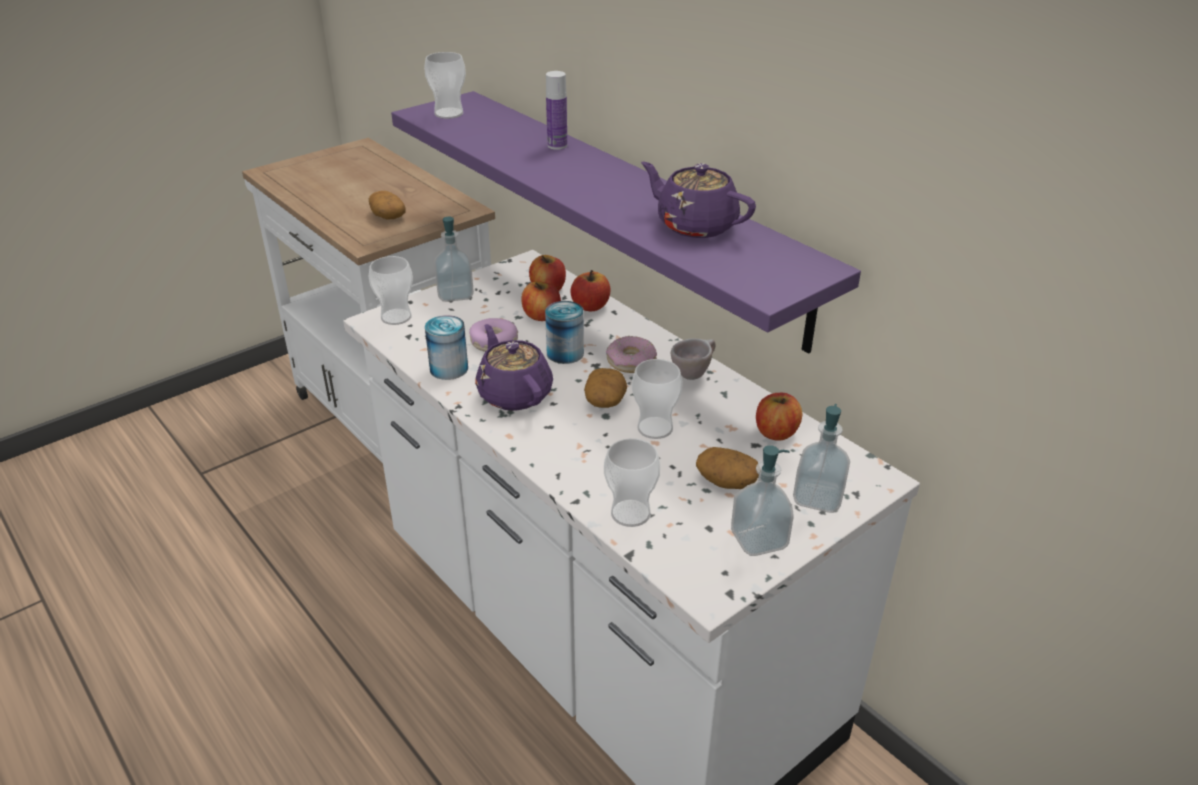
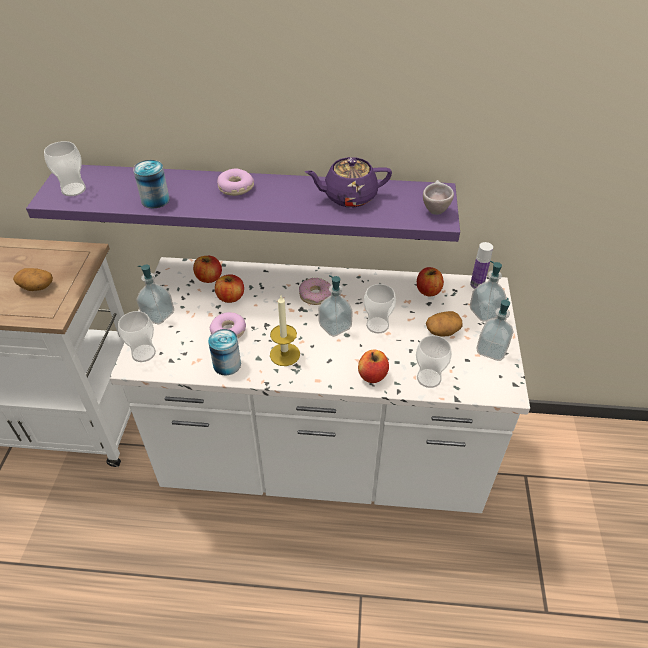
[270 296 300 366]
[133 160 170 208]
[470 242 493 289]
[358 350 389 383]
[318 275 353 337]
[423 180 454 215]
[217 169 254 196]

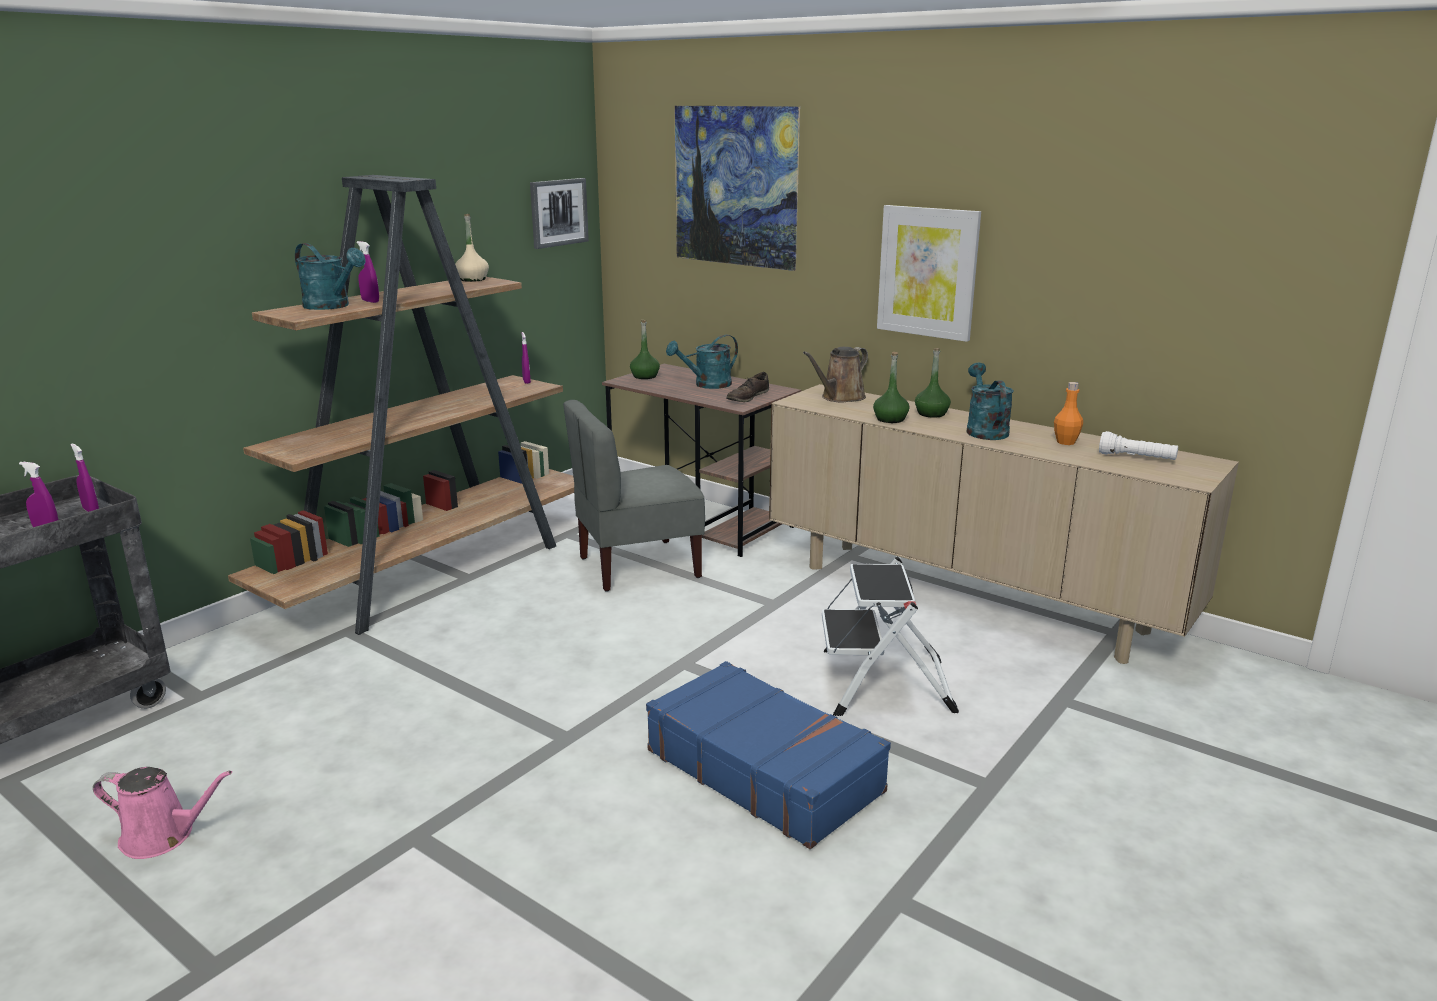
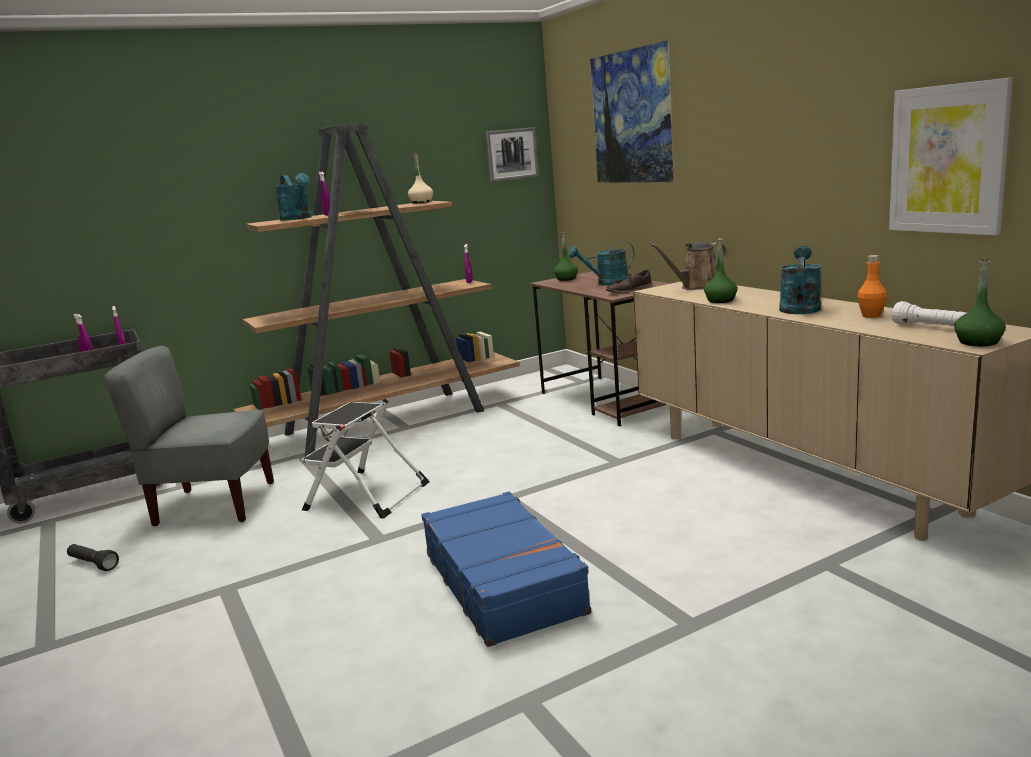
[67 544 119 571]
[103 346 274 526]
[302 399 430 518]
[889 78 1013 236]
[954 258 1006 346]

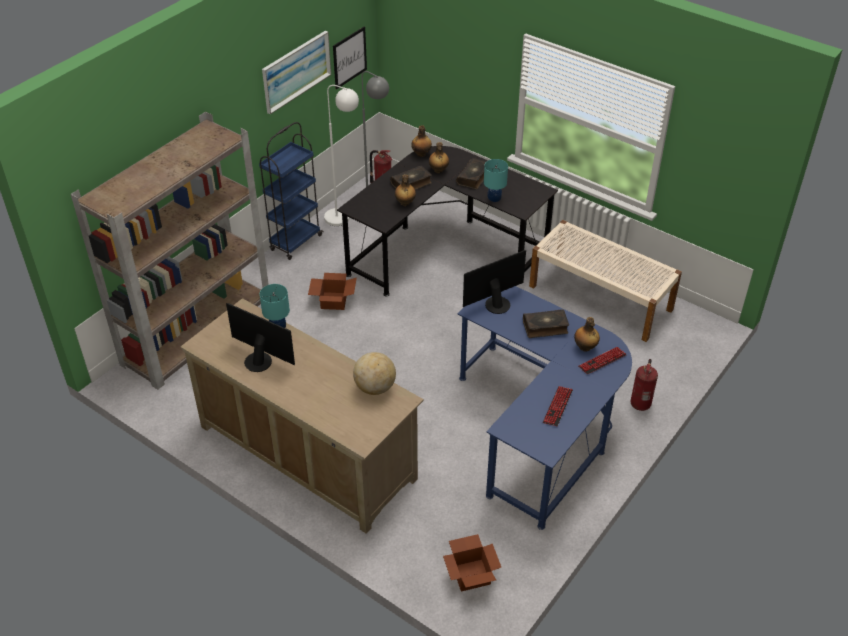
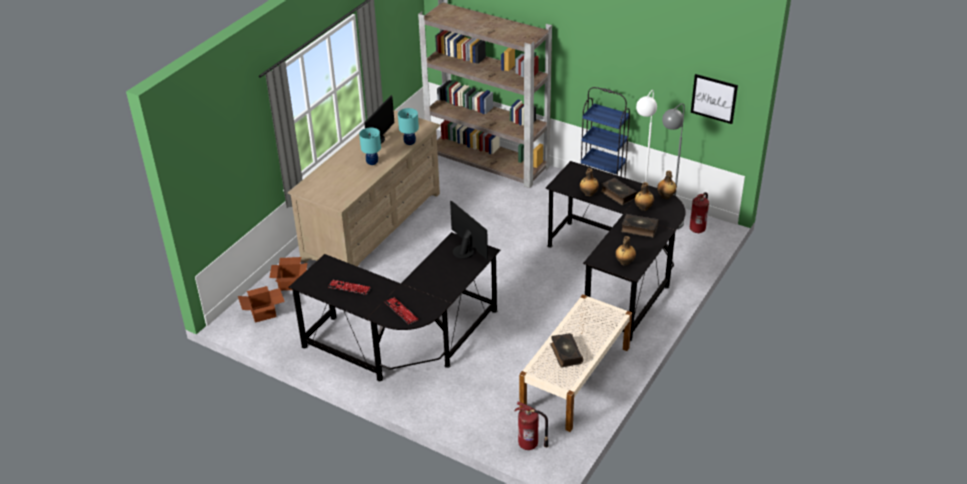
[262 31 331 114] (first image)
[269 257 307 291]
[353 352 396 395] (first image)
[289 232 500 381]
[359 127 381 165]
[550 333 583 367]
[615 236 636 266]
[515 402 549 450]

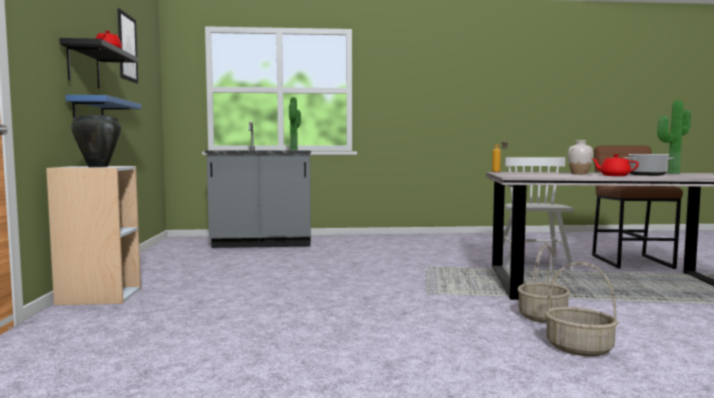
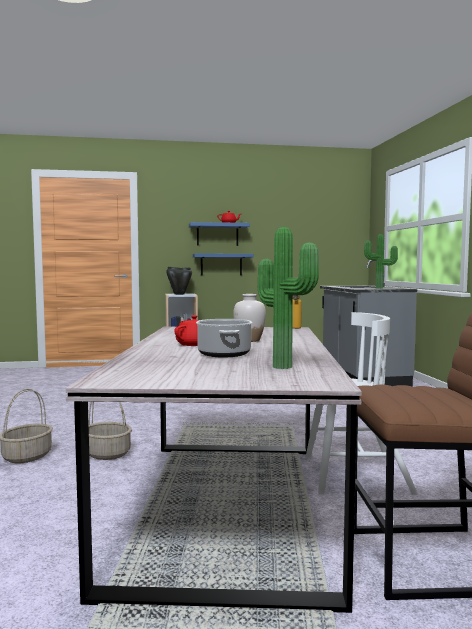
[189 222 250 246]
[118 8 138 84] (first image)

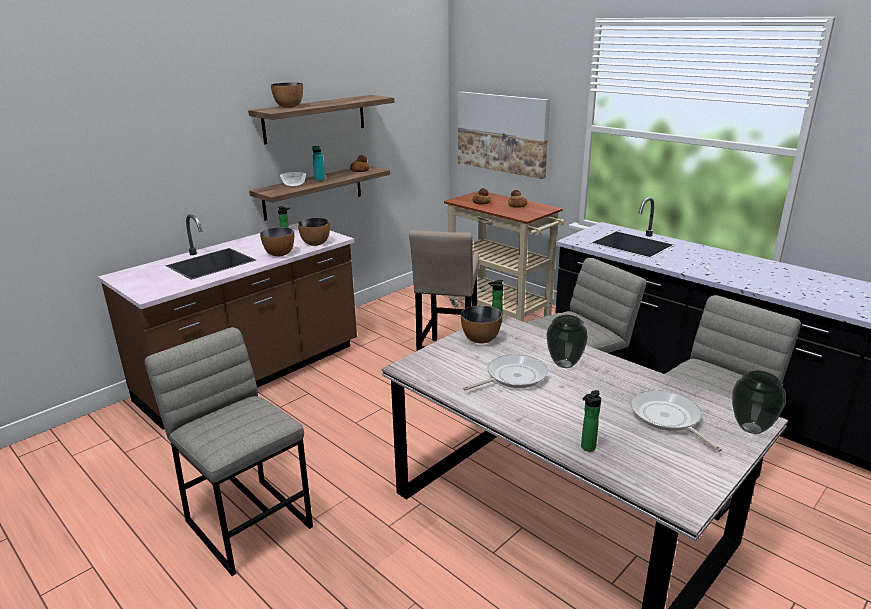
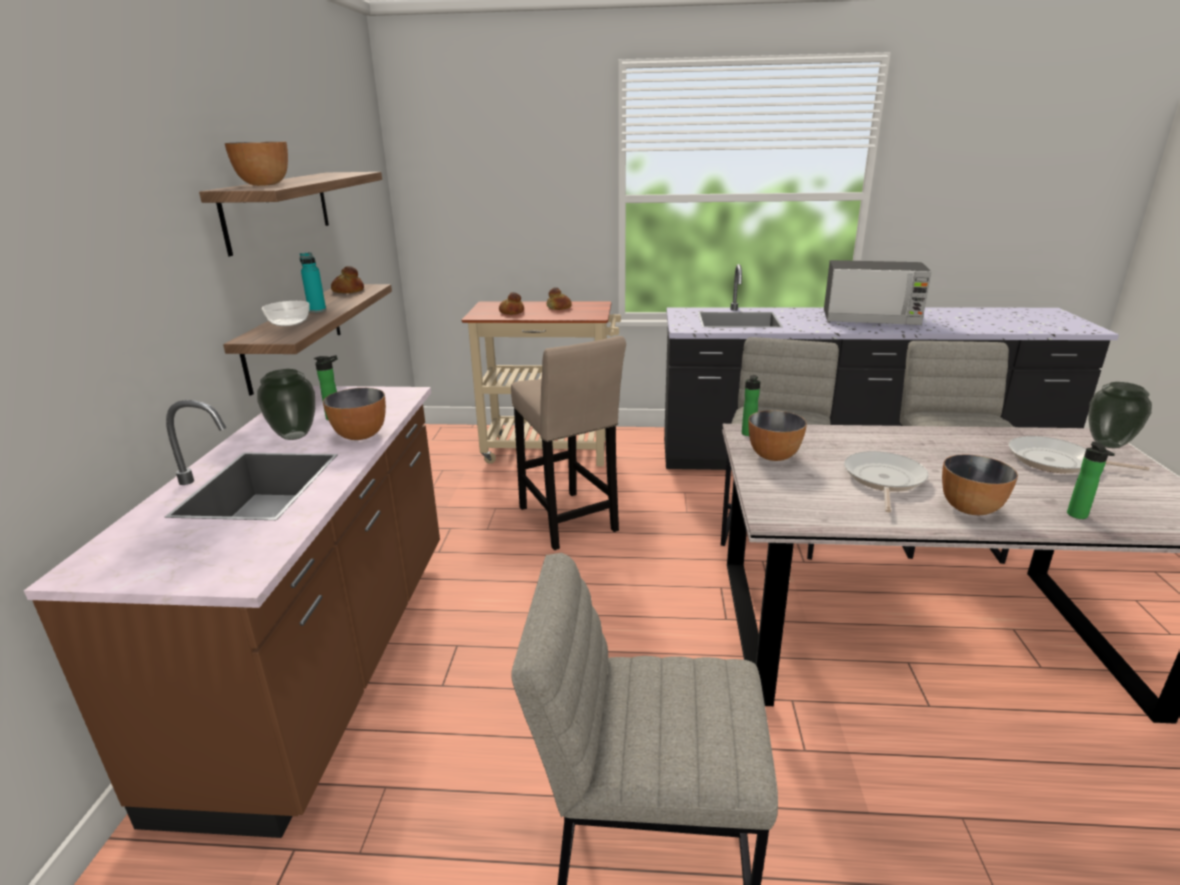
[942 454 1018 515]
[458 91 550 179] (first image)
[257 369 315 440]
[824 260 932 325]

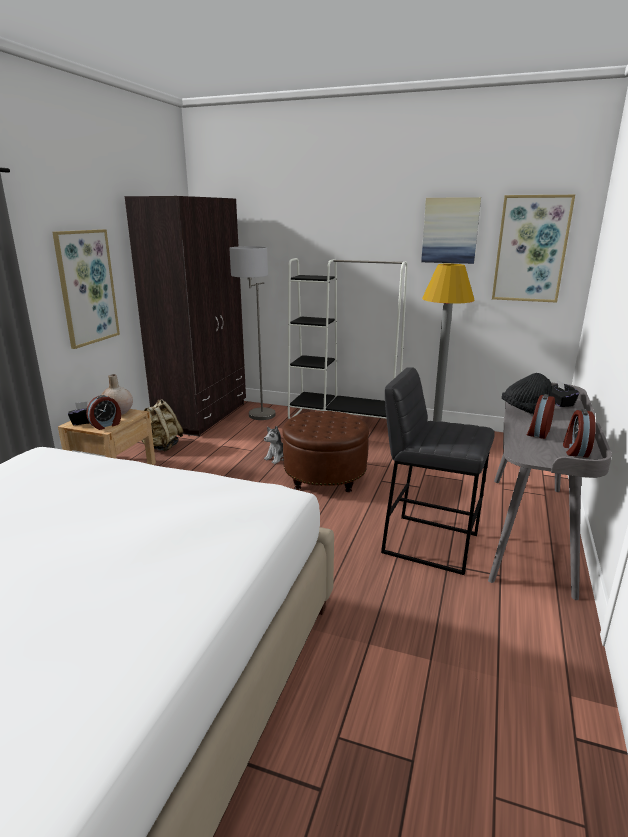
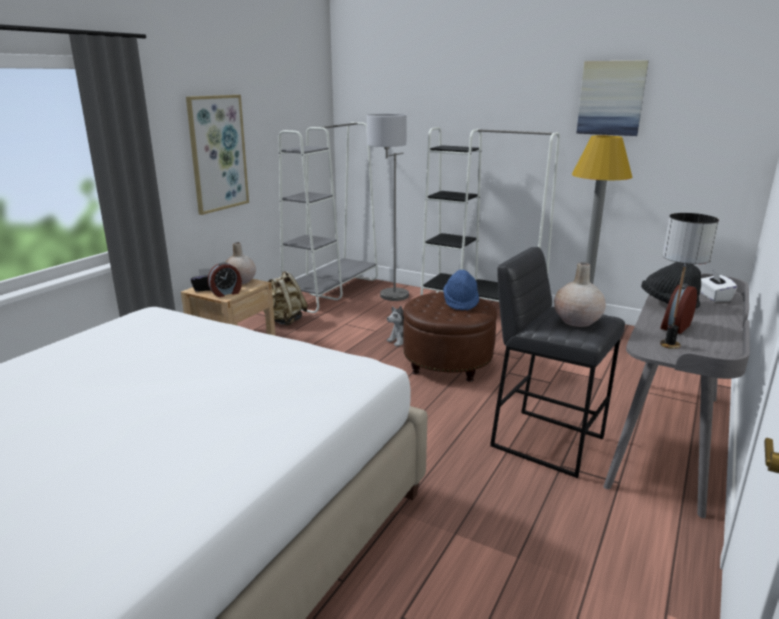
[279 122 378 313]
[492 195 575 303] (first image)
[700 270 737 302]
[563 409 596 457] (first image)
[443 270 479 311]
[554 262 606 327]
[660 213 719 349]

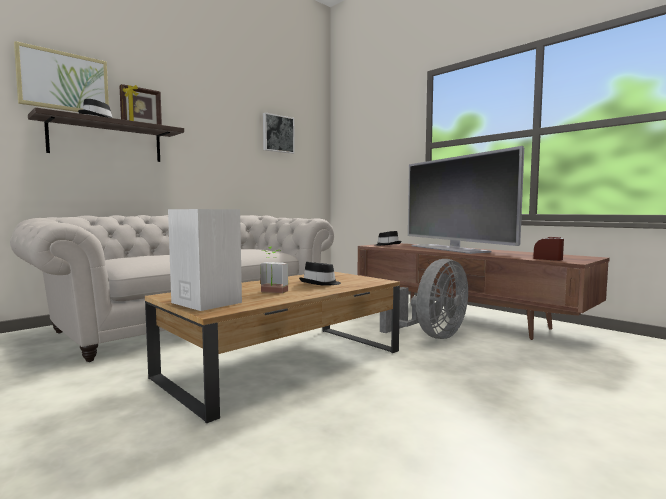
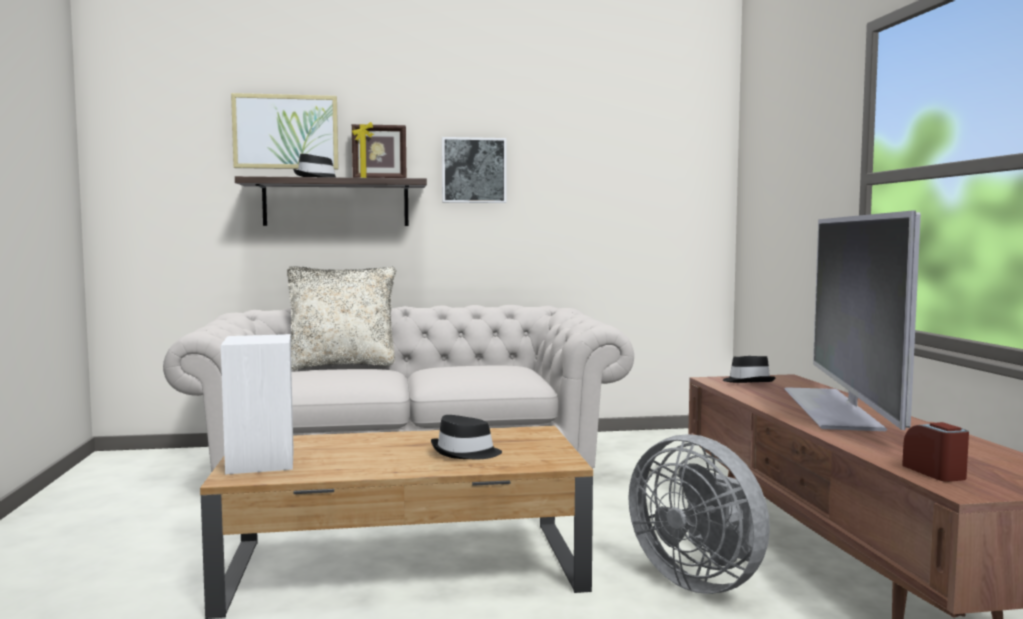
[261 247 288 293] (first image)
[442 137 506 203]
[628 434 770 594]
[287 266 396 370]

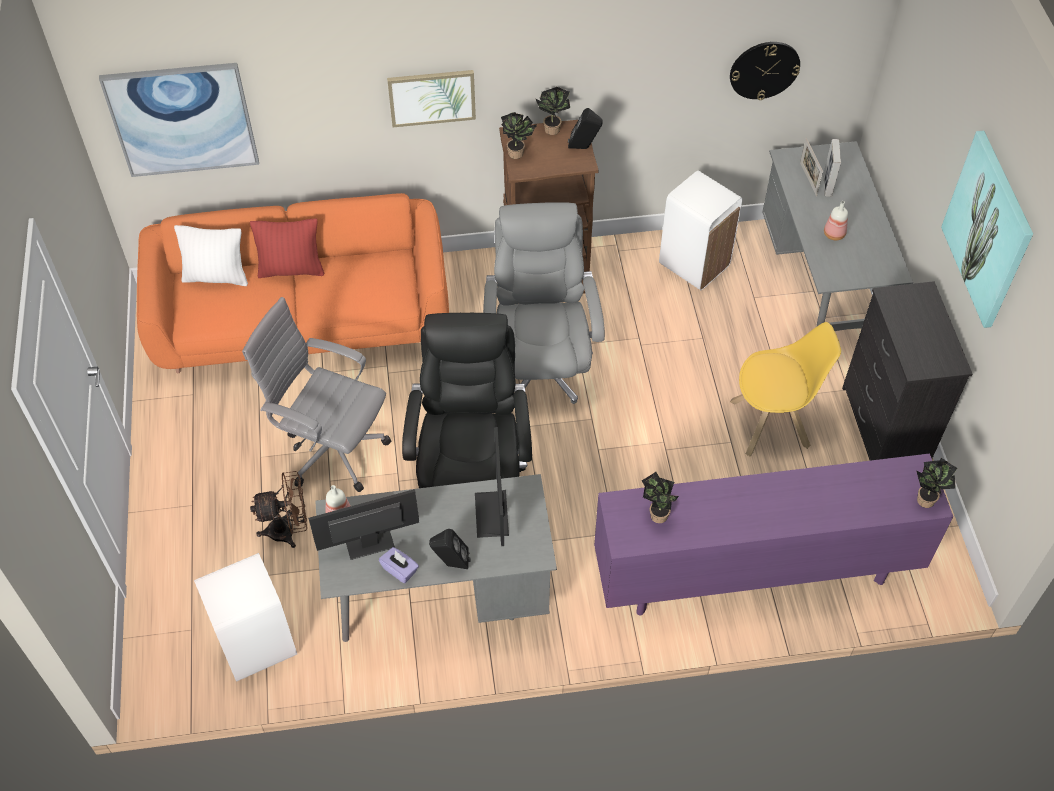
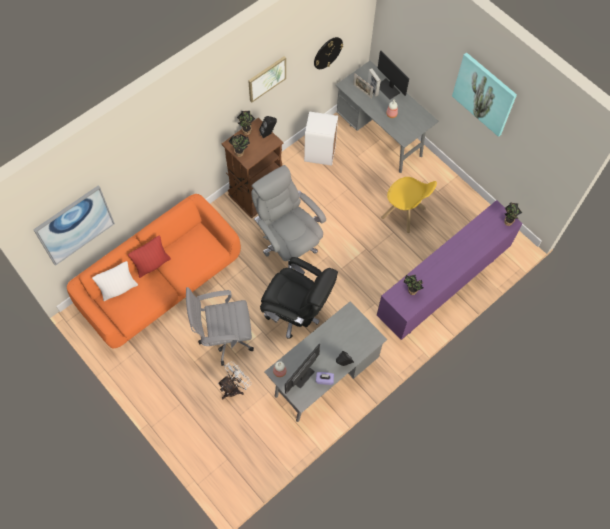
[194 553 297 682] (first image)
[218 361 252 399]
[248 56 286 103]
[260 257 338 339]
[378 51 409 100]
[381 177 437 233]
[842 281 972 461] (first image)

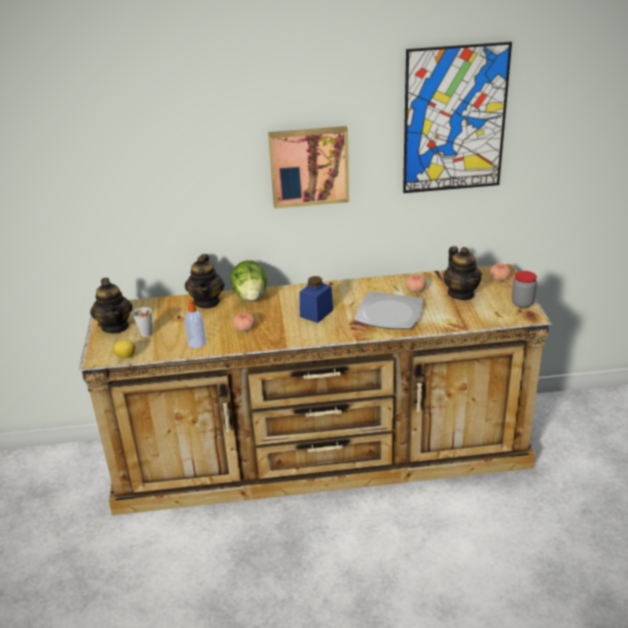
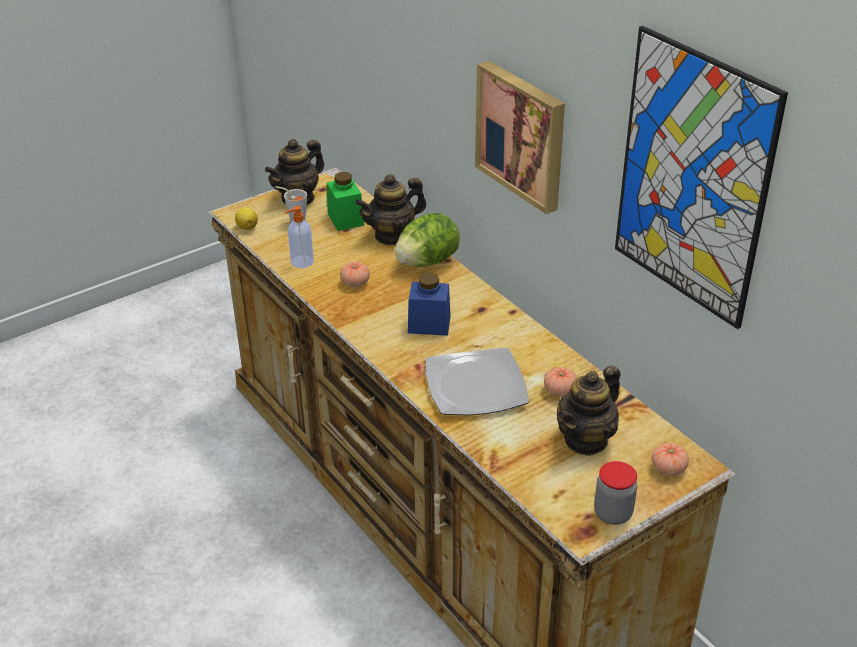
[327 172 364 231]

